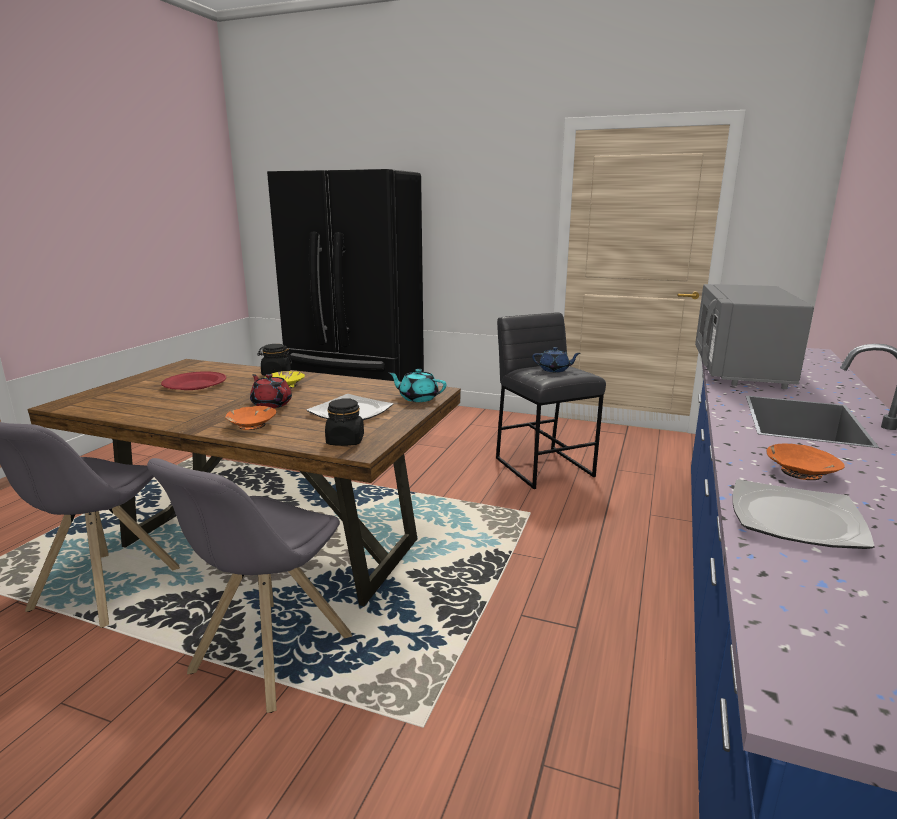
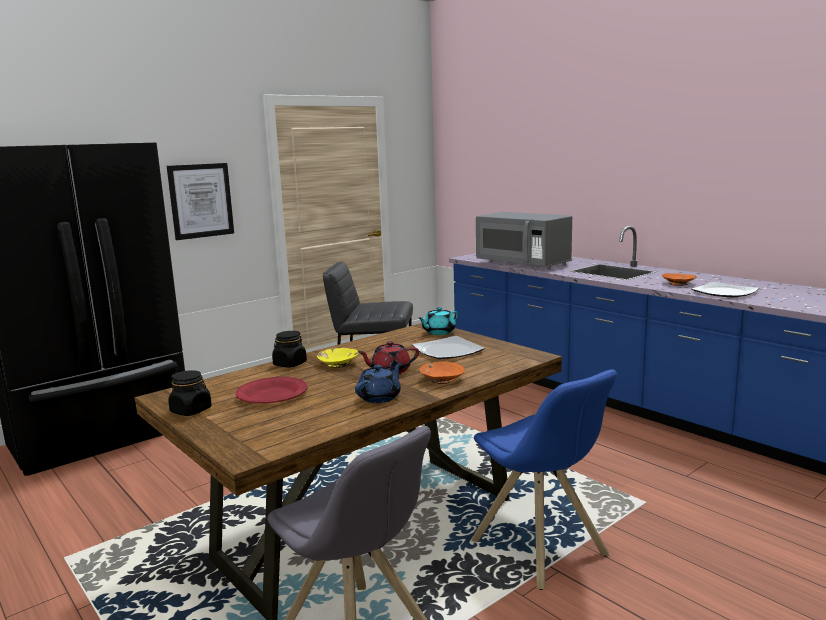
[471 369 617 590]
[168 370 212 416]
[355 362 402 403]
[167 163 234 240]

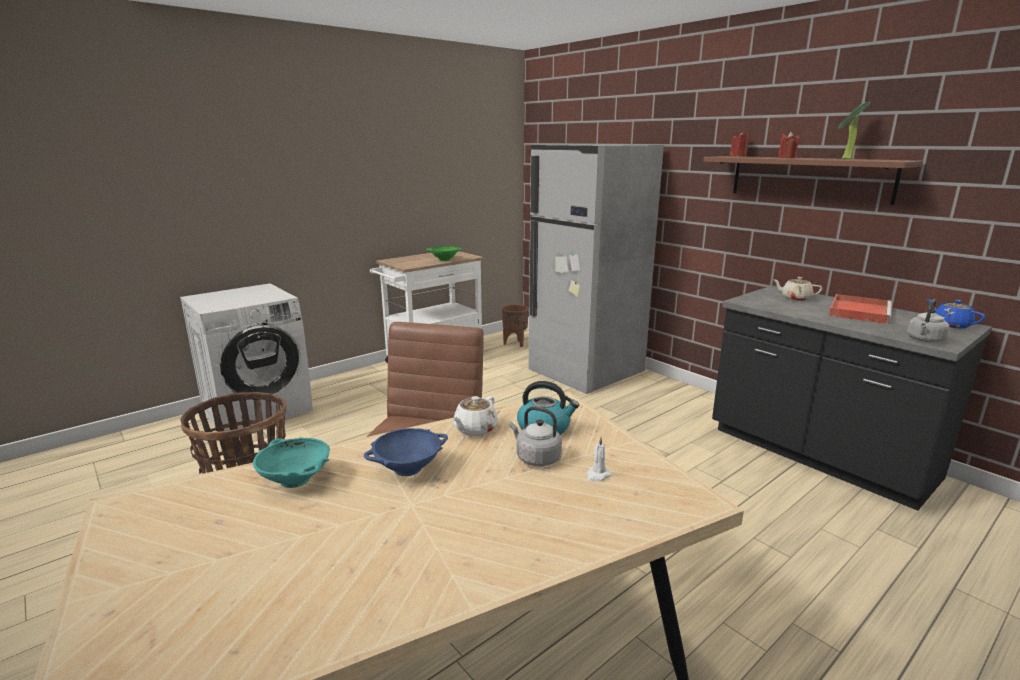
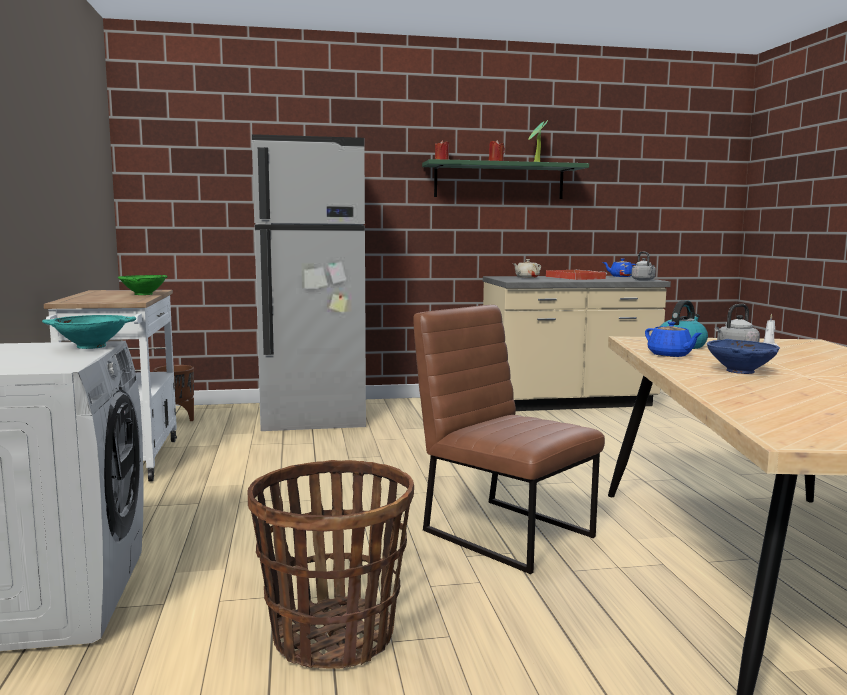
[42 315 136 349]
[645 321 702 357]
[422 159 589 199]
[483 276 671 411]

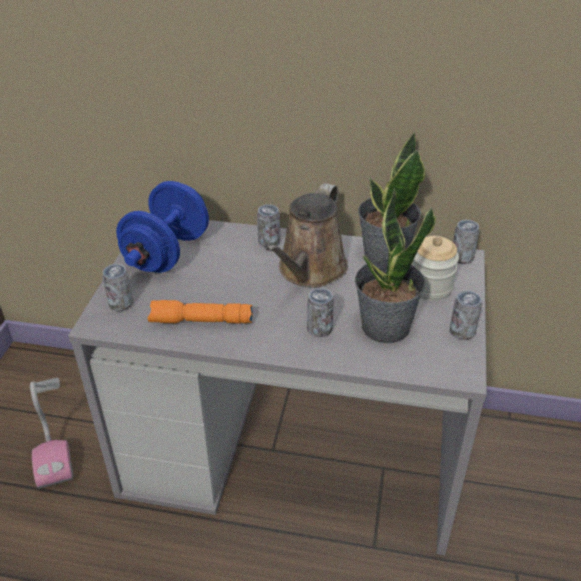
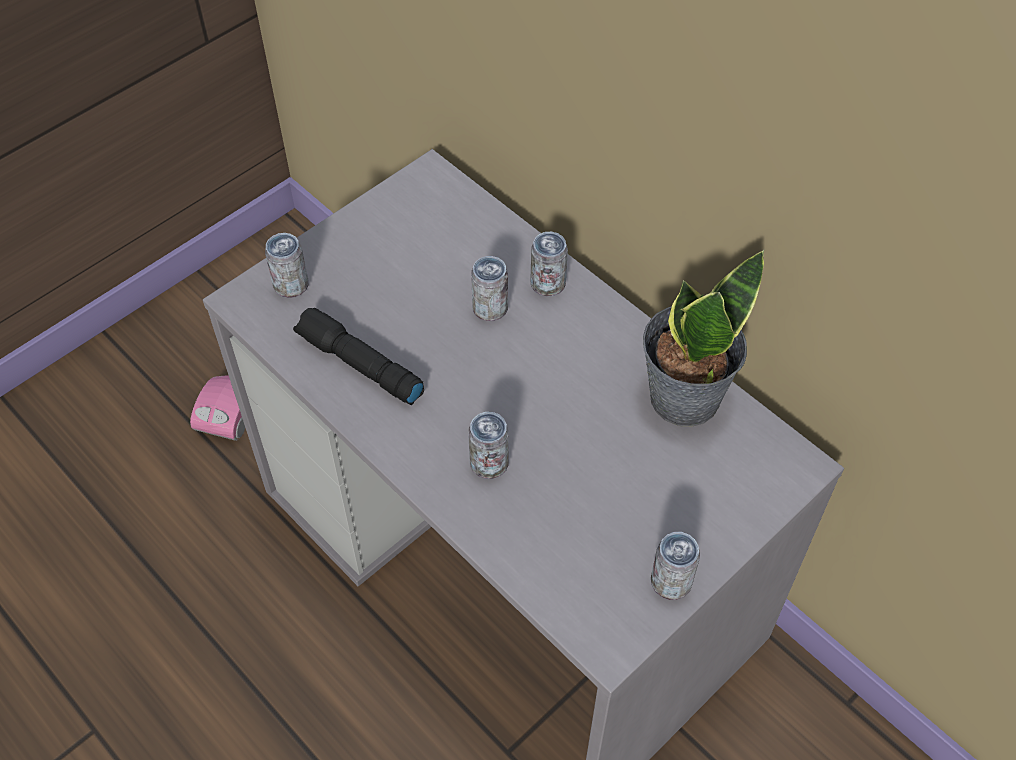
[116 181 209 273] (first image)
[293 308 424 405]
[266 183 348 288] (first image)
[355 188 436 343] (first image)
[411 236 459 301] (first image)
[471 256 508 321]

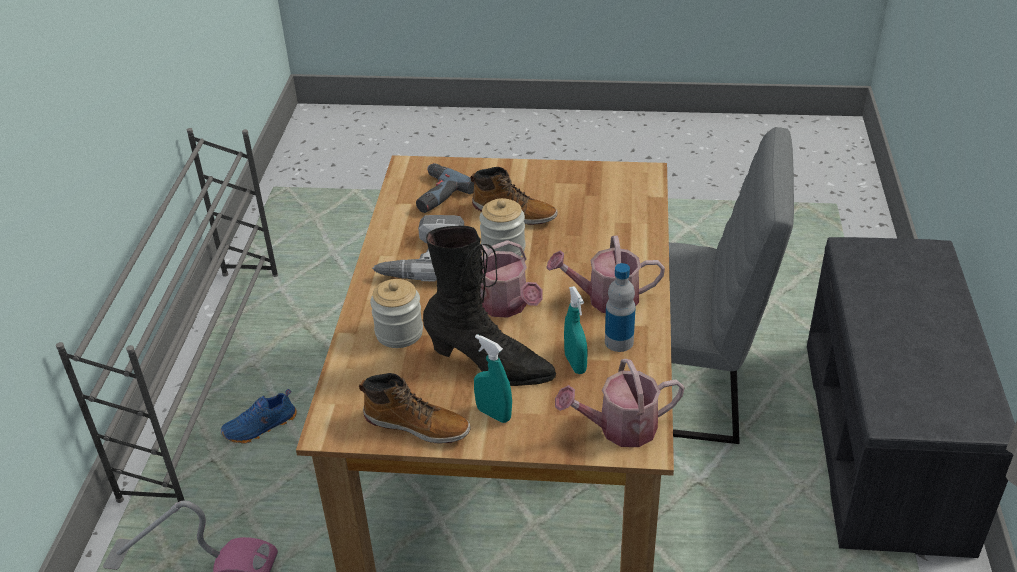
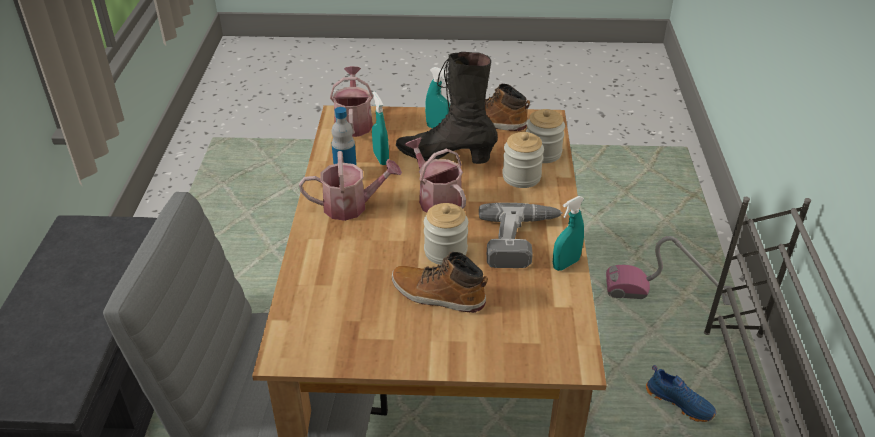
[646 365 717 422]
[416 163 474 213] (first image)
[330 66 373 137]
[526 109 565 163]
[553 196 584 271]

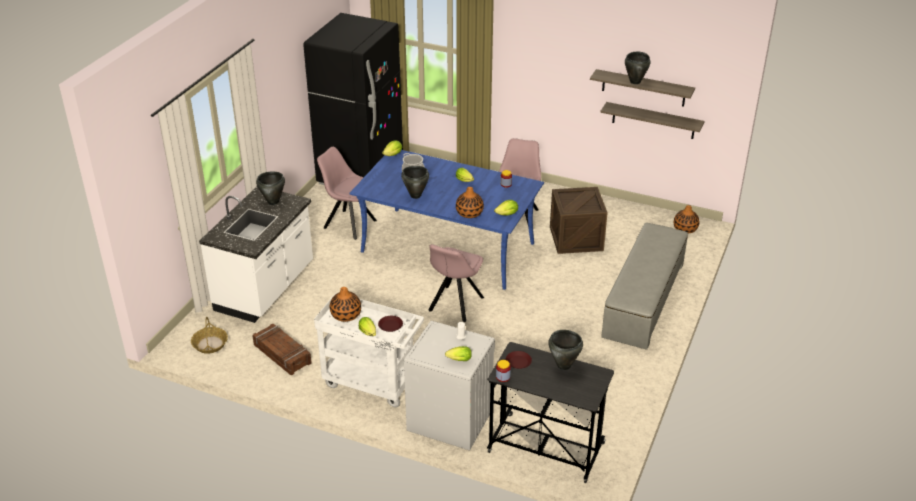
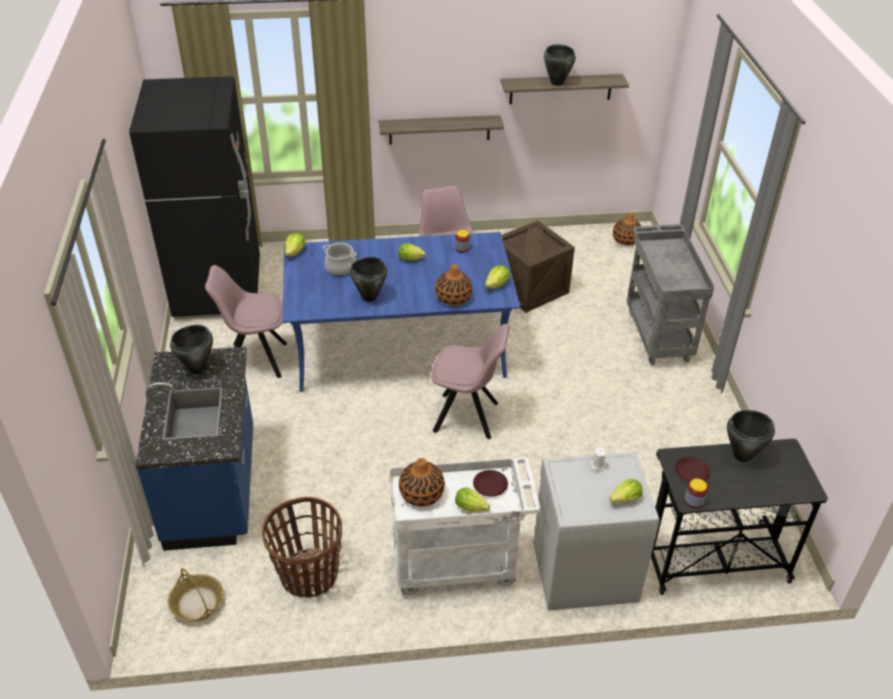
[135 347 253 551]
[262 497 342 598]
[431 324 510 440]
[379 115 504 145]
[627 224 714 365]

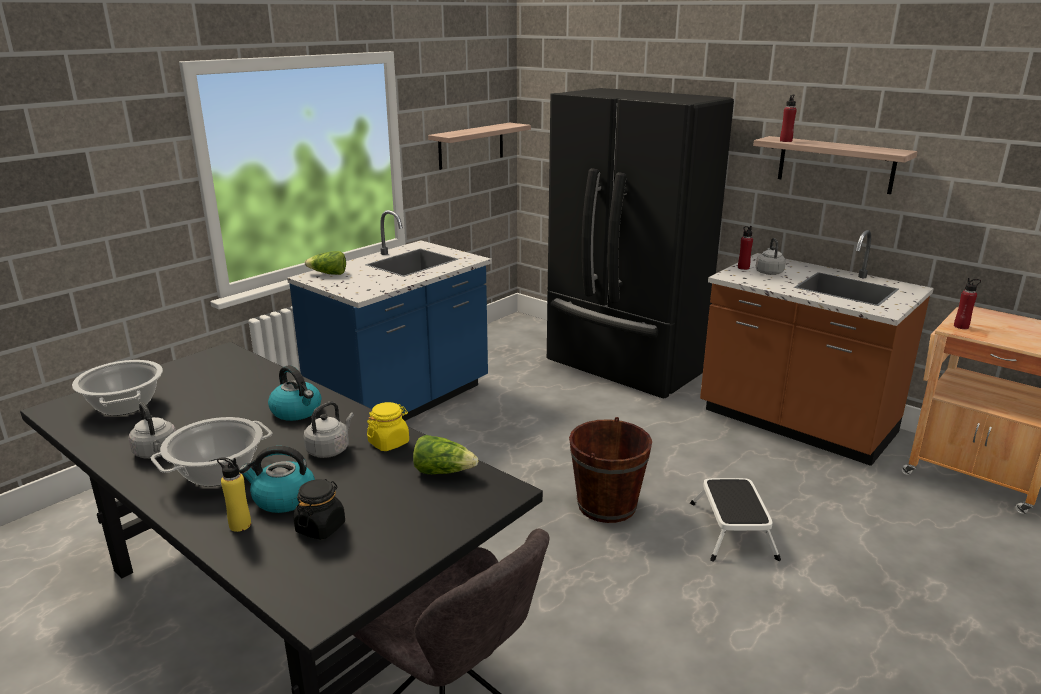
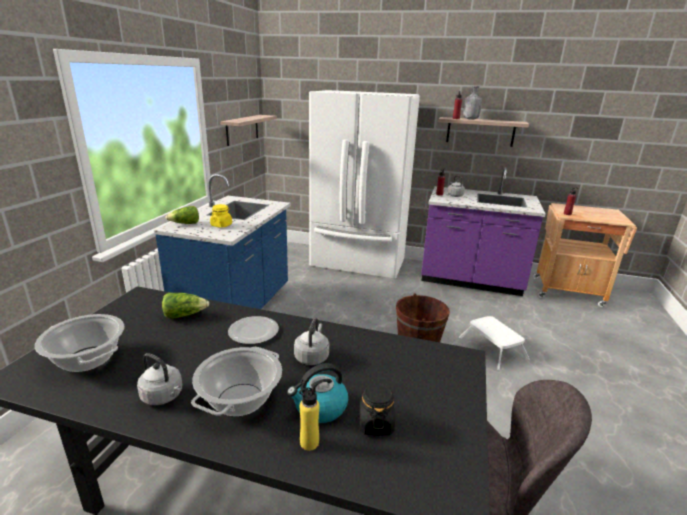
[228 316 279 344]
[210 204 232 228]
[162 293 210 318]
[309 90 420 278]
[459 316 529 370]
[421 167 545 296]
[463 86 482 120]

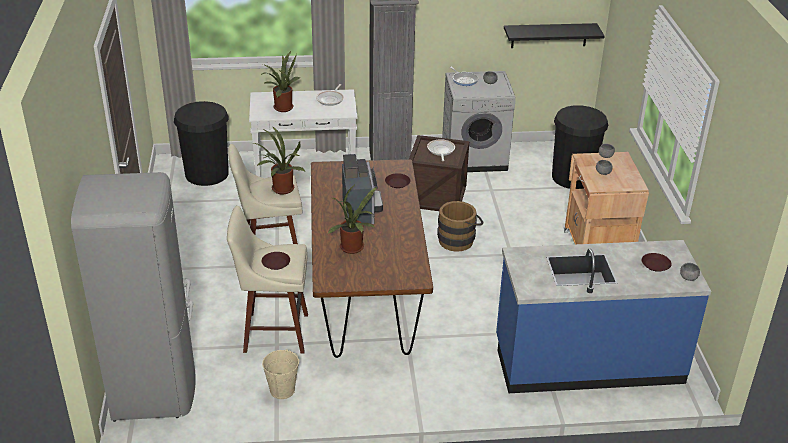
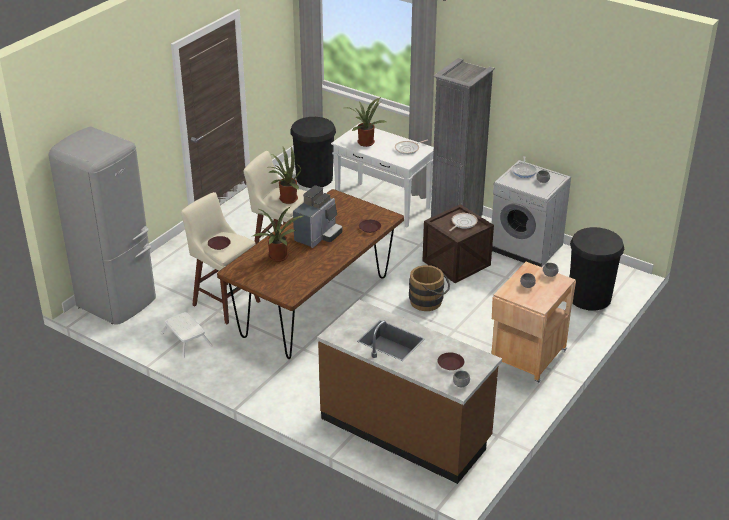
[161 312 213 359]
[317 300 502 484]
[504 23 605 48] (first image)

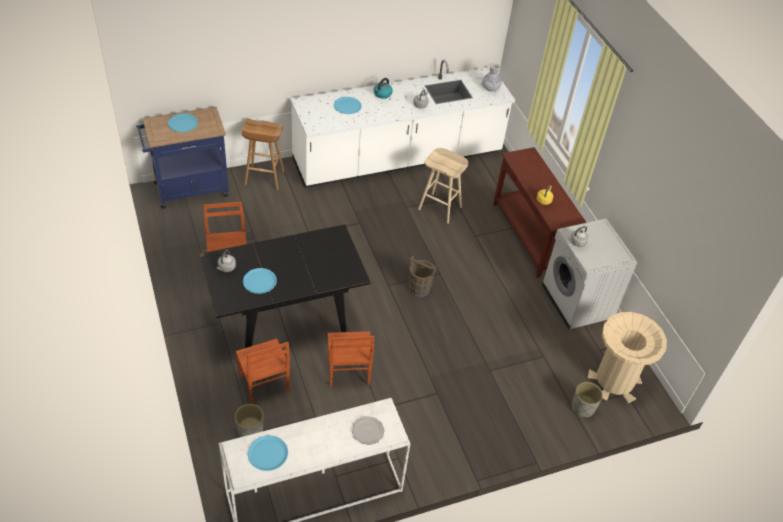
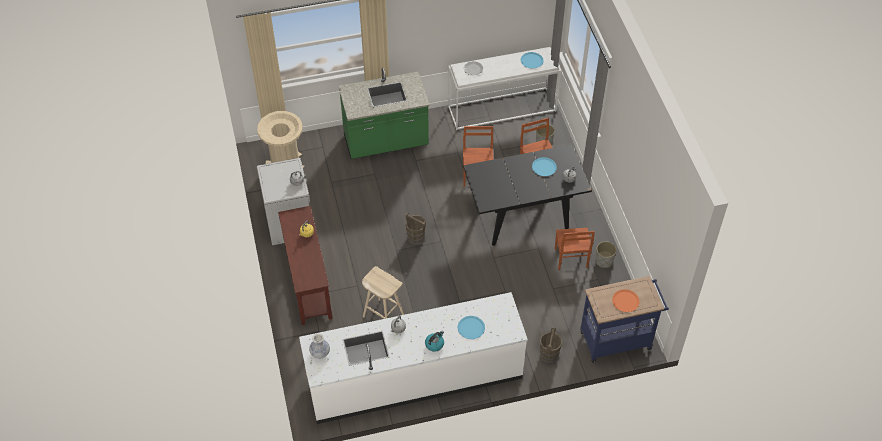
[612 289 640 312]
[540 327 562 363]
[596 241 617 268]
[338 68 429 159]

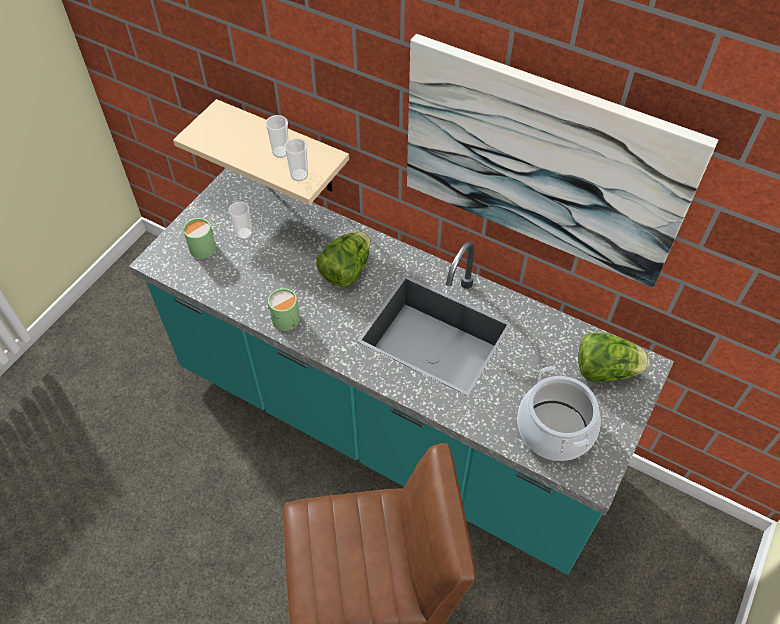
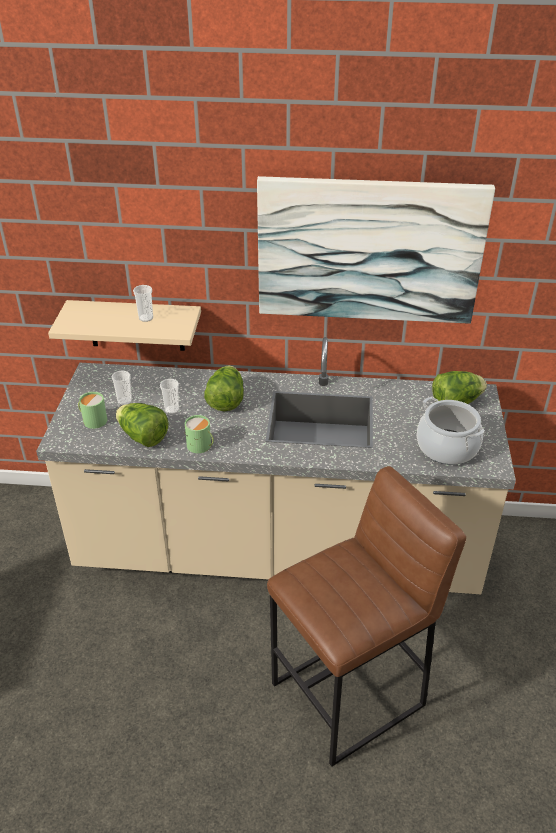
[36 337 516 594]
[160 379 179 414]
[116 403 168 447]

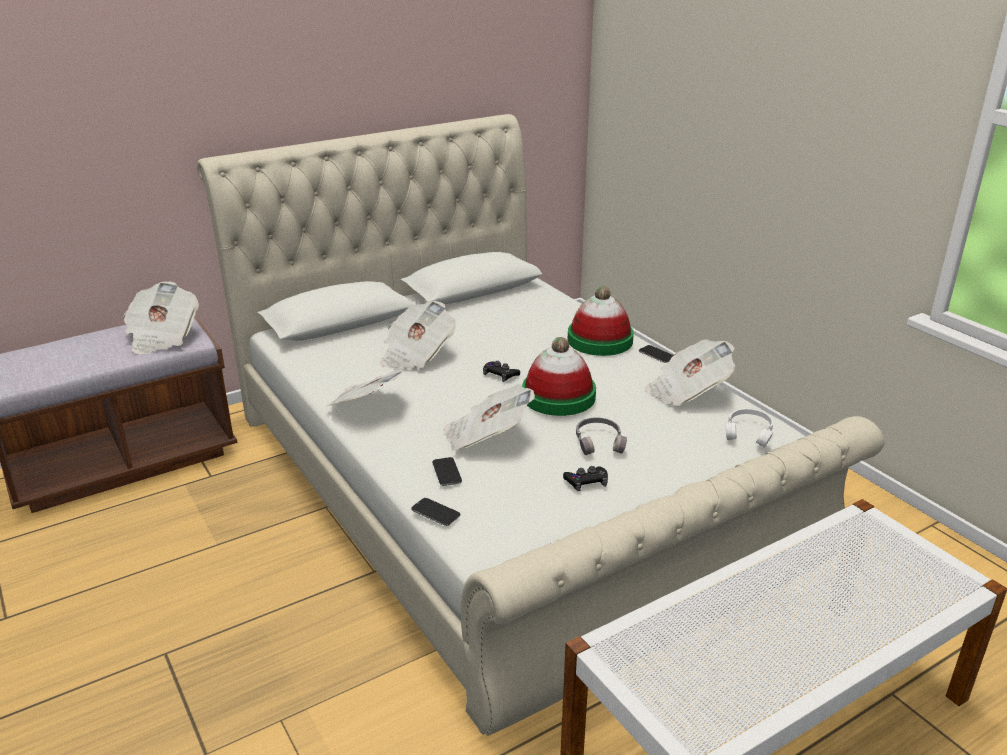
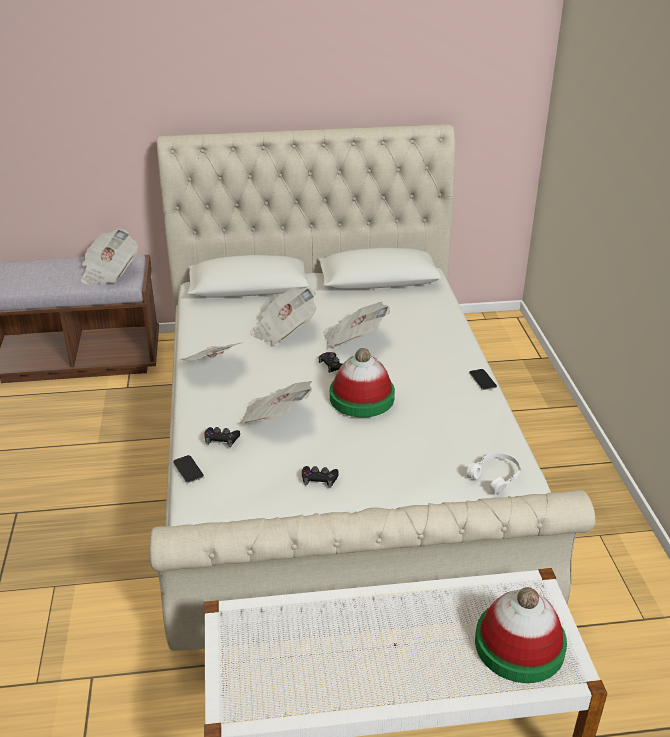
[204 427 240 447]
[475 587 567 683]
[576 417 627 455] (first image)
[323 302 390 348]

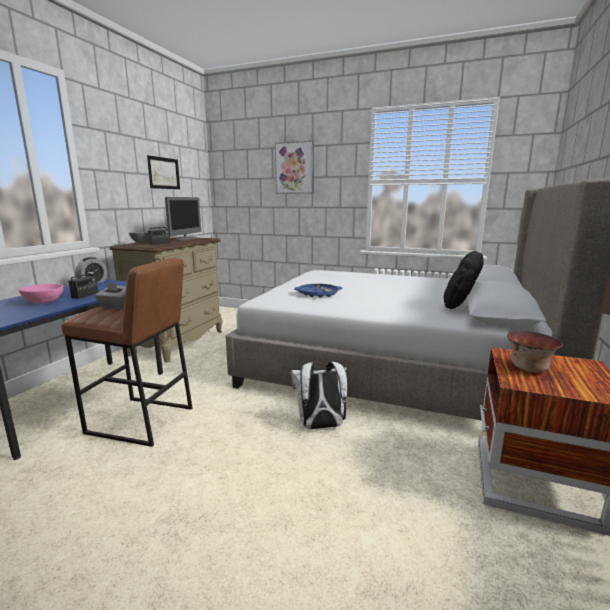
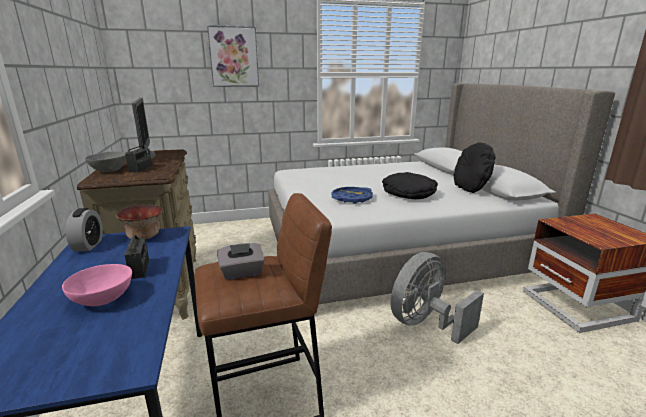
[147 155 180 189] (first image)
[391 252 484 344]
[116 205 163 240]
[382 172 438 199]

